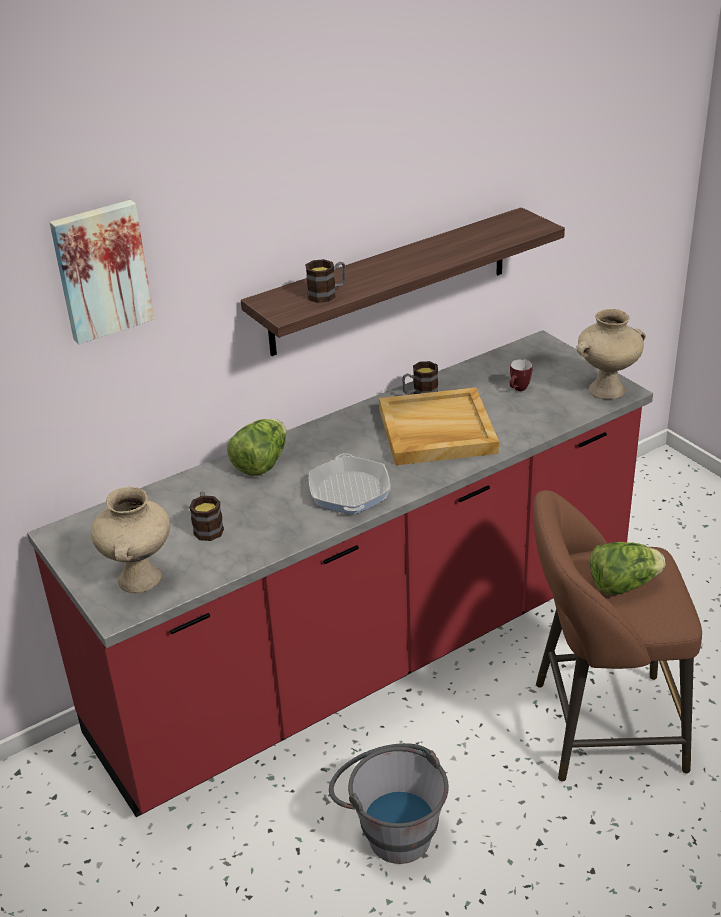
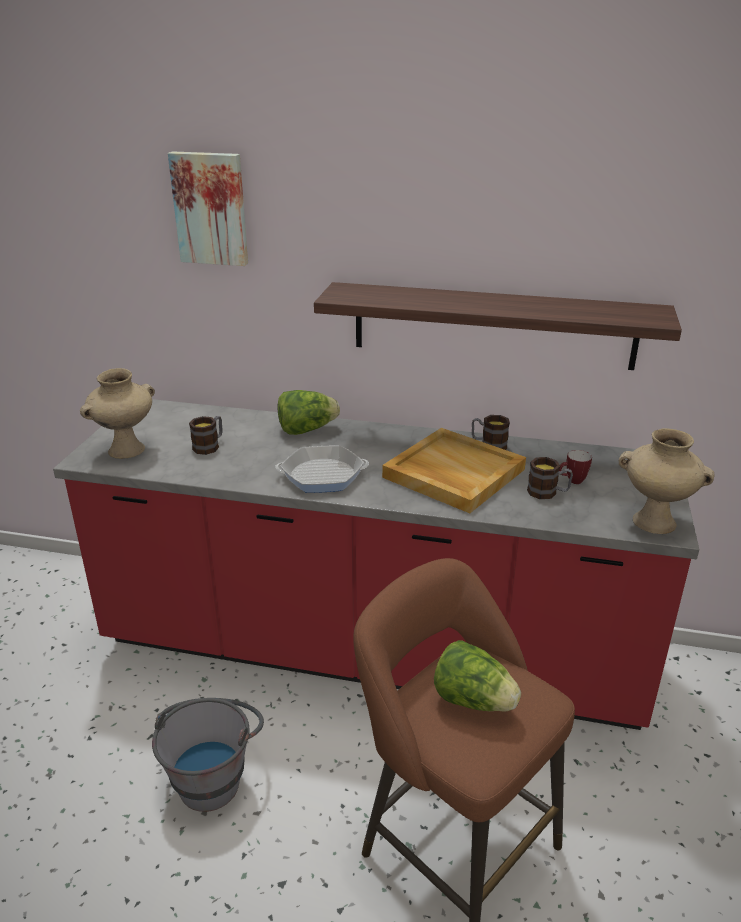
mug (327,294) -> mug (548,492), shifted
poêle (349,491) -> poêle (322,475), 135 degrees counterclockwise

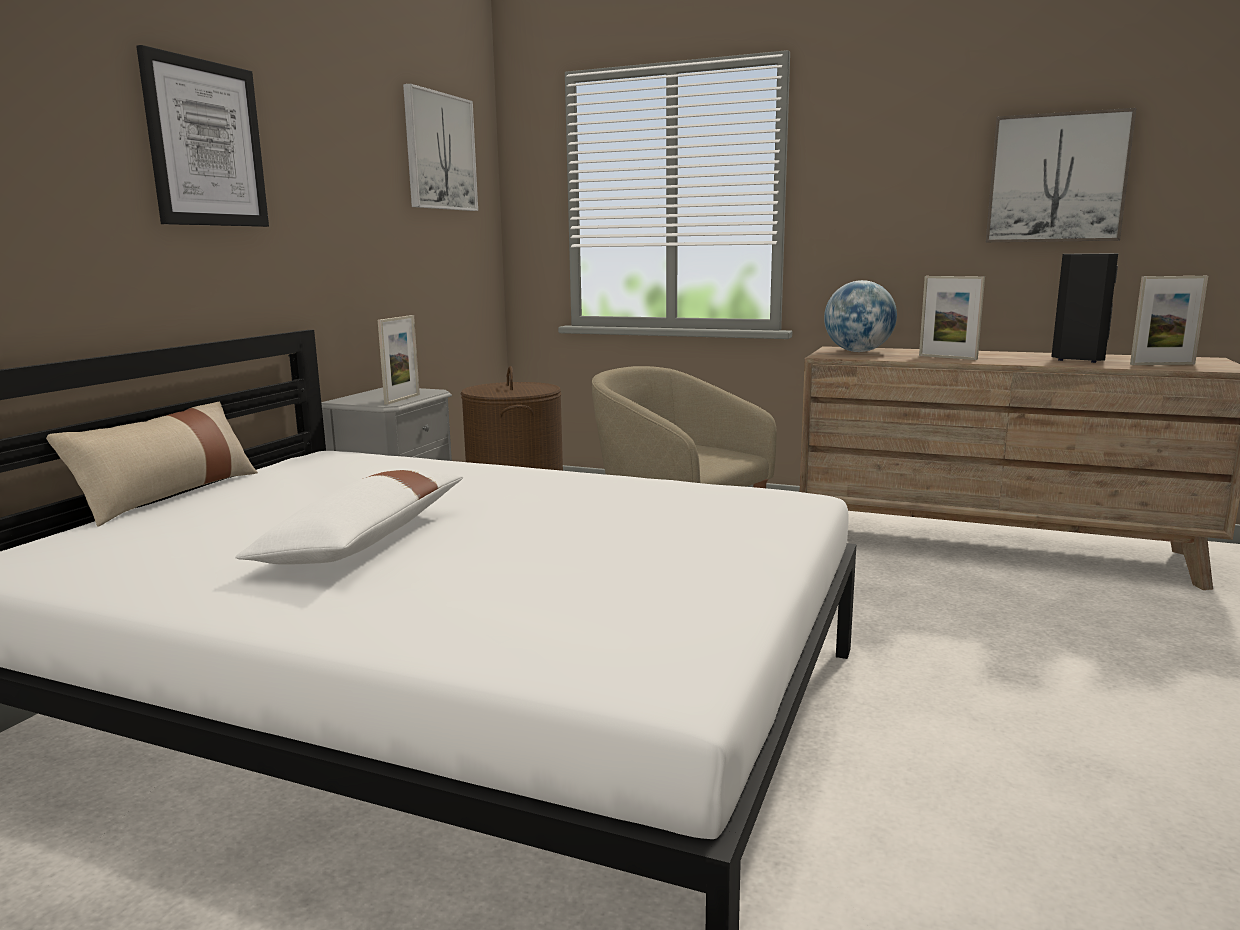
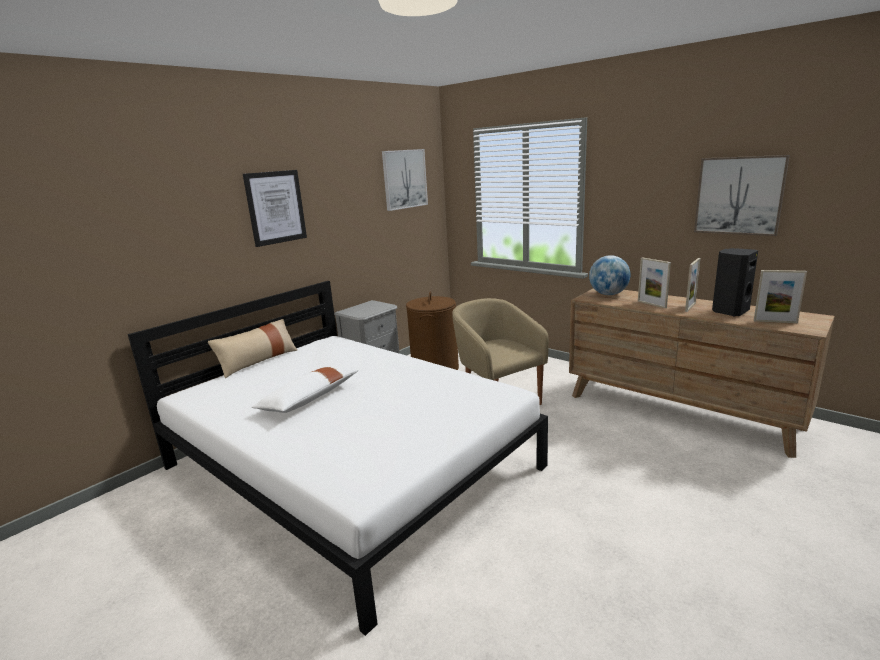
cadre photo (402,399) -> cadre photo (690,307), shifted

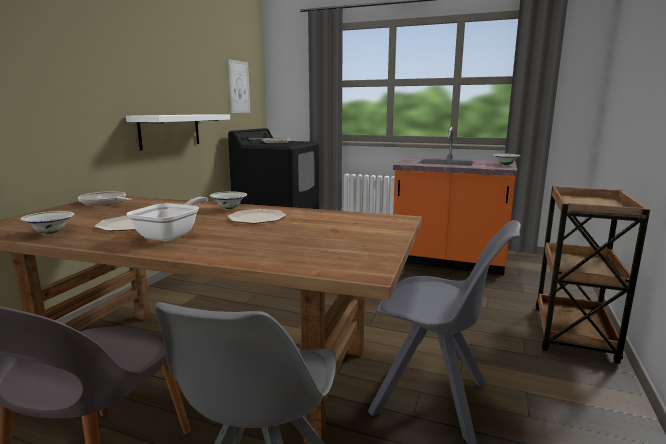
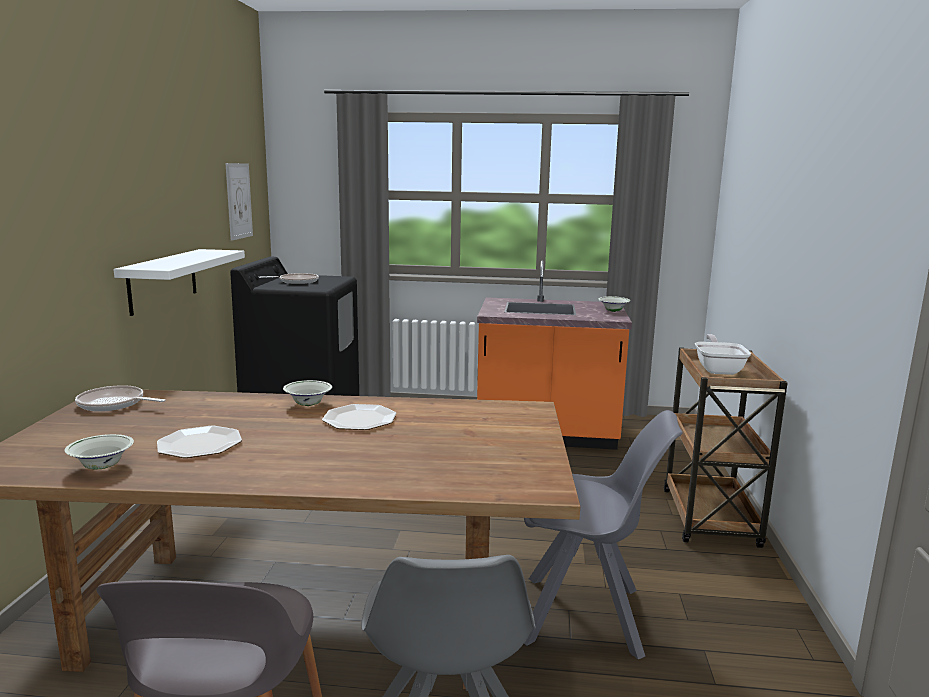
poêle (172,235) -> poêle (718,369), shifted

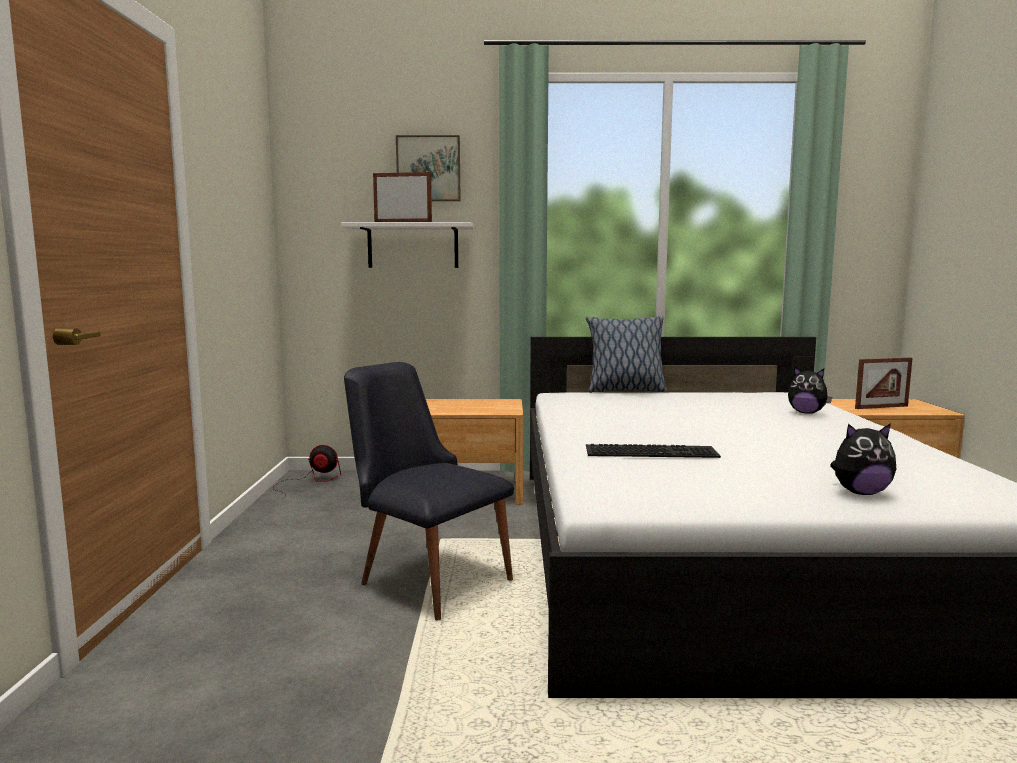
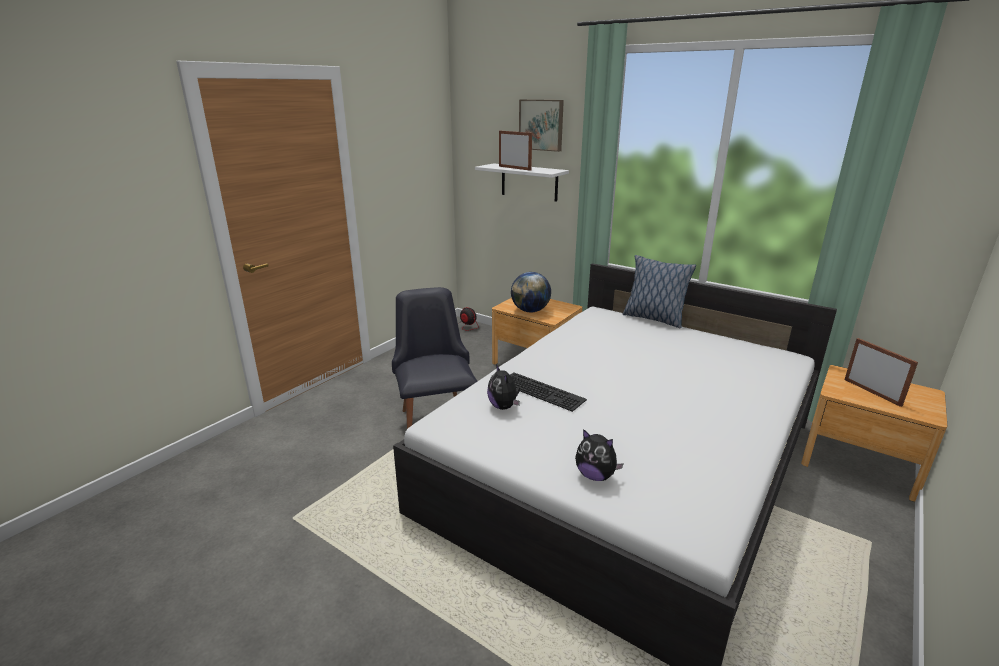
none -> globe (530,311)
peluche (806,413) -> peluche (504,406), shifted
cadre photo (881,407) -> cadre photo (872,392), 135 degrees counterclockwise

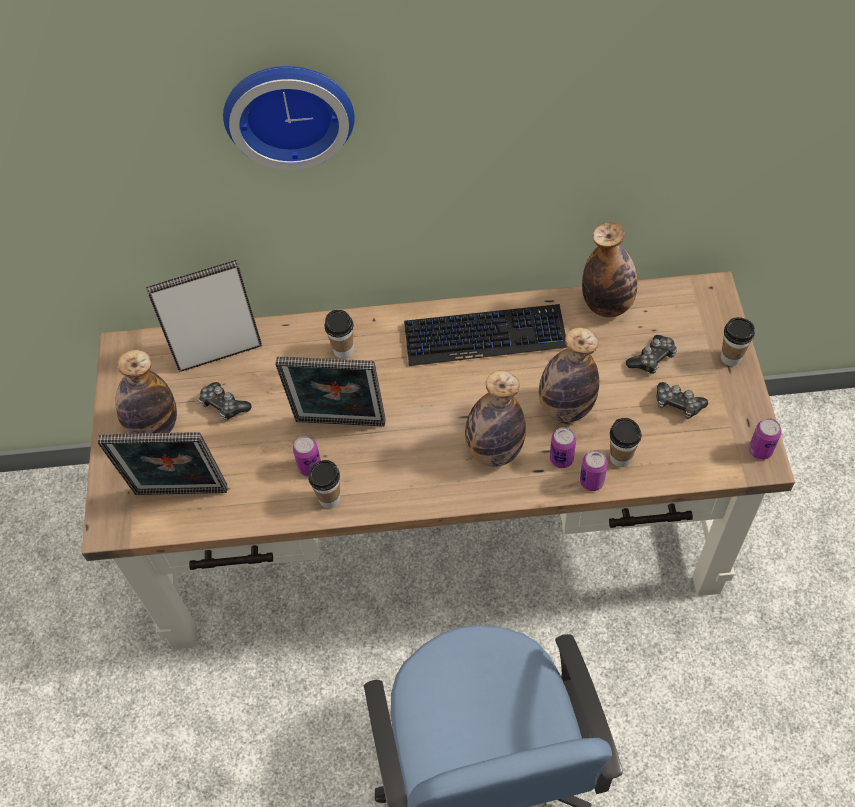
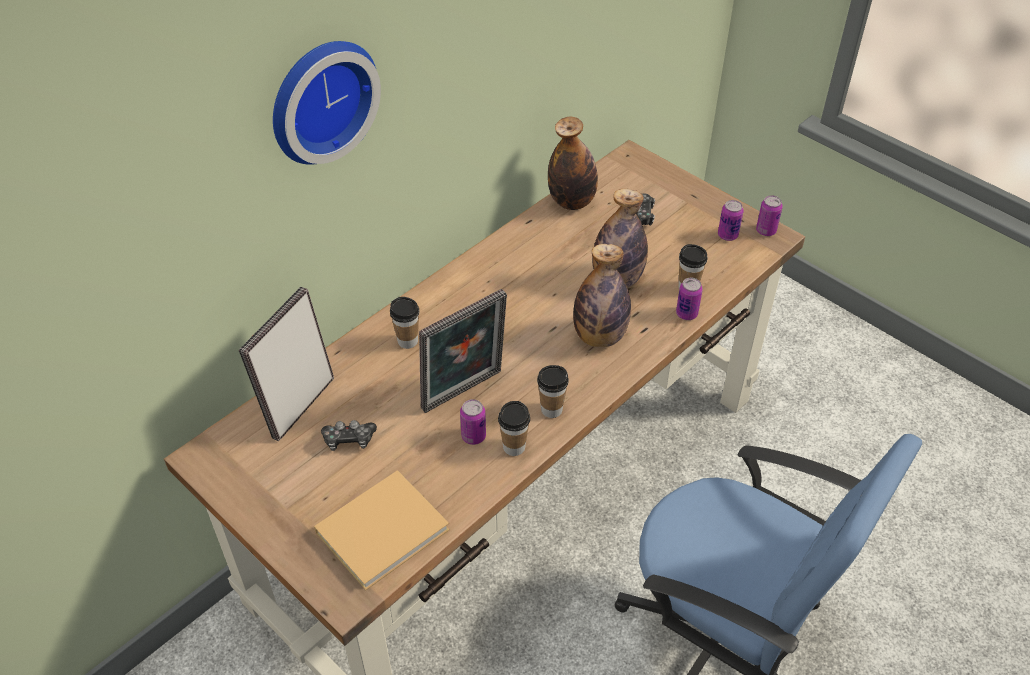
bouteille (154,427) -> none
clavier (485,336) -> none
manette (678,404) -> none
boîte métallique (561,459) -> boîte métallique (727,235), shifted
tasse (731,357) -> tasse (551,409), shifted
cadre photo (180,495) -> livre (beige) (385,529)

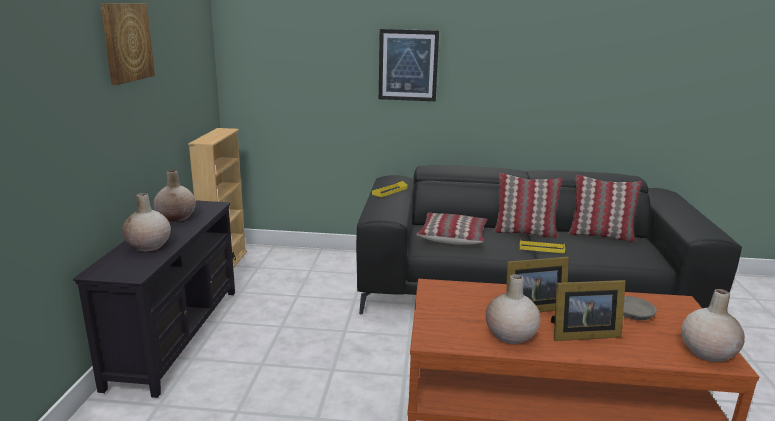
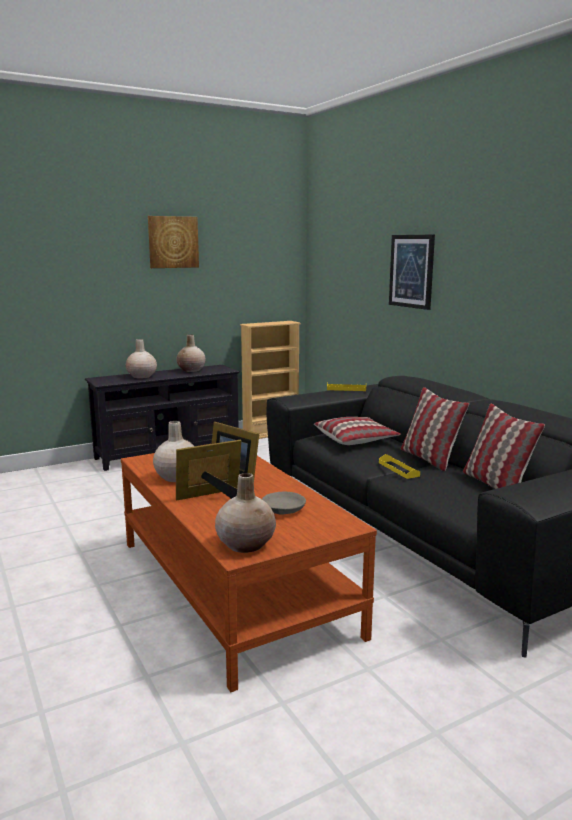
cadre photo (581,334) -> cadre photo (213,496), 105 degrees clockwise

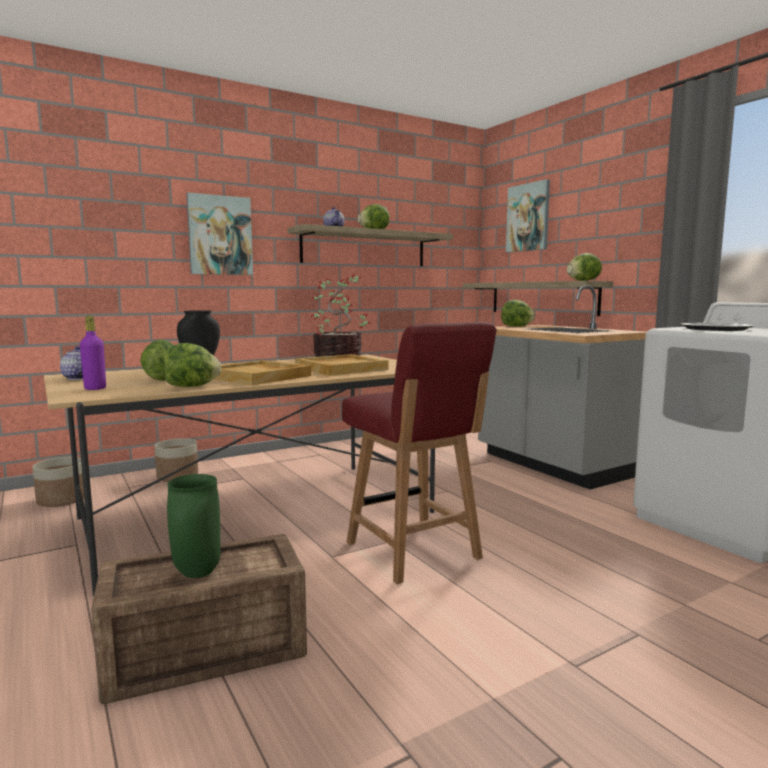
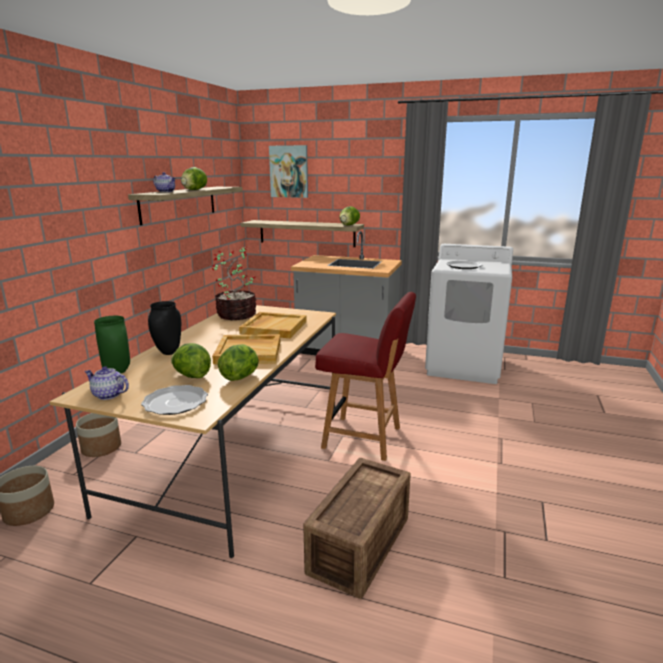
tableau (220,235) -> none
laitue (516,326) -> none
vase (vert) (198,573) -> vase (vert) (118,372), shifted
bouteille (violet) (95,388) -> assiette (175,402)

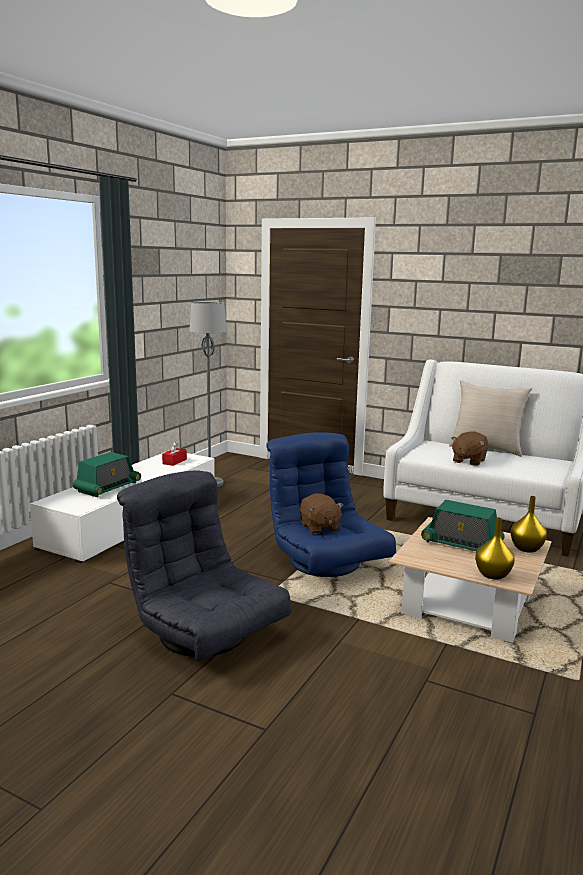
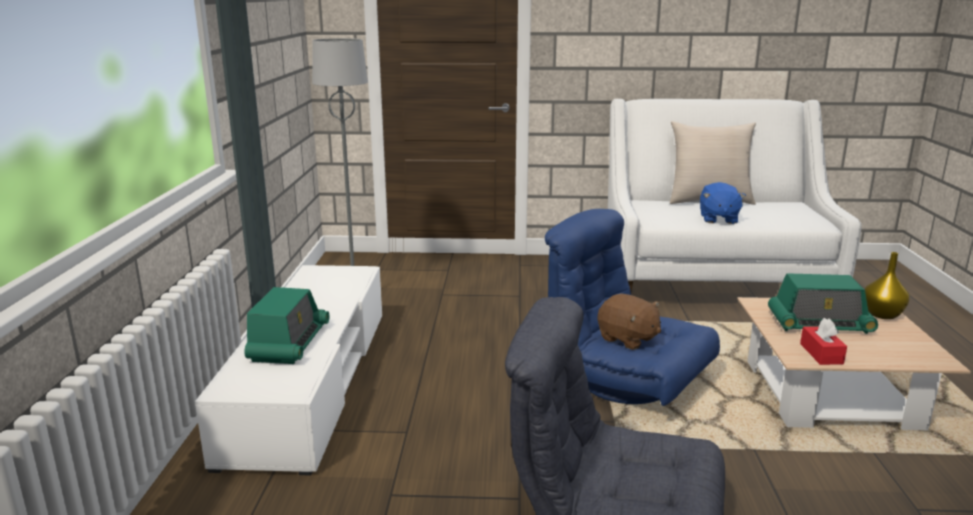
vase (jaune) (492,574) -> none
boîte à mouchoirs (rouge) (174,461) -> boîte à mouchoirs (rouge) (821,354), shifted
peluche (marron) (468,461) -> peluche (bleu) (718,219)

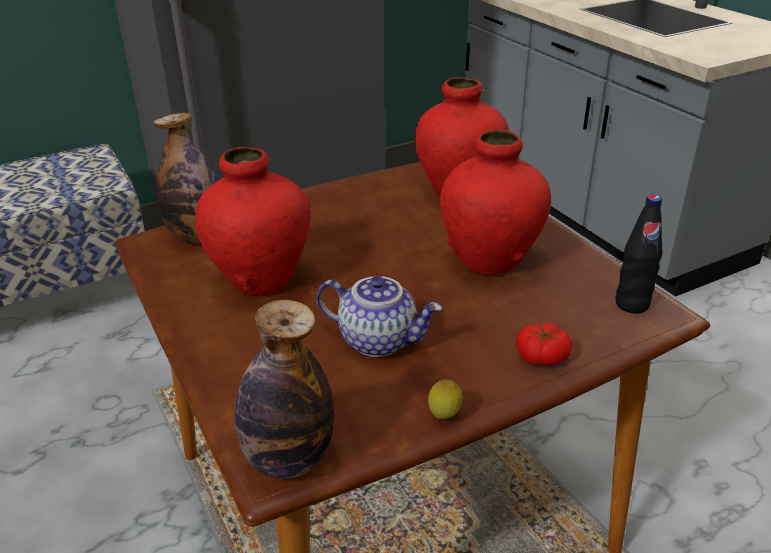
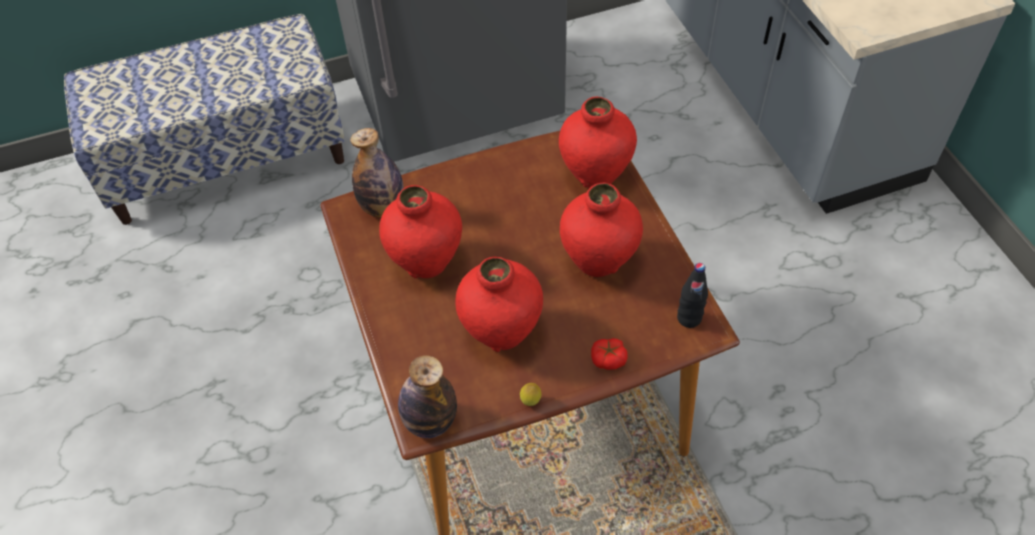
théière (379,340) -> vase (rouge) (501,331)

